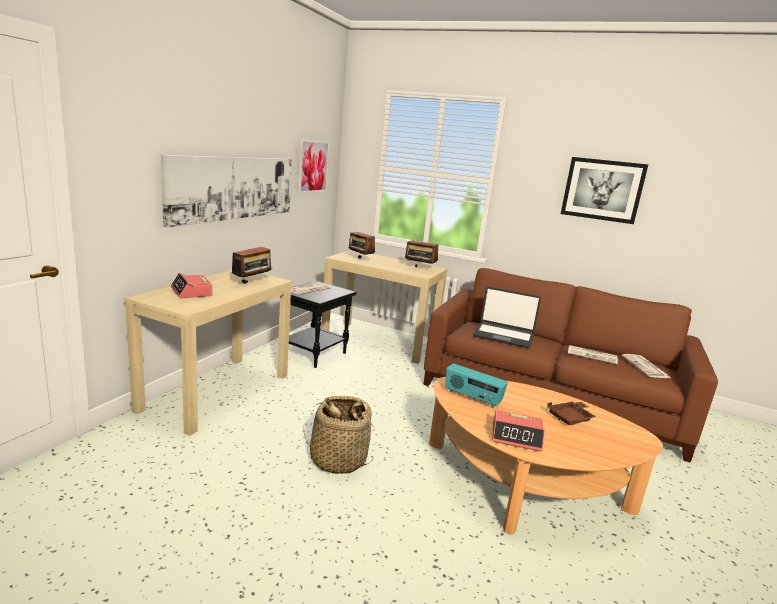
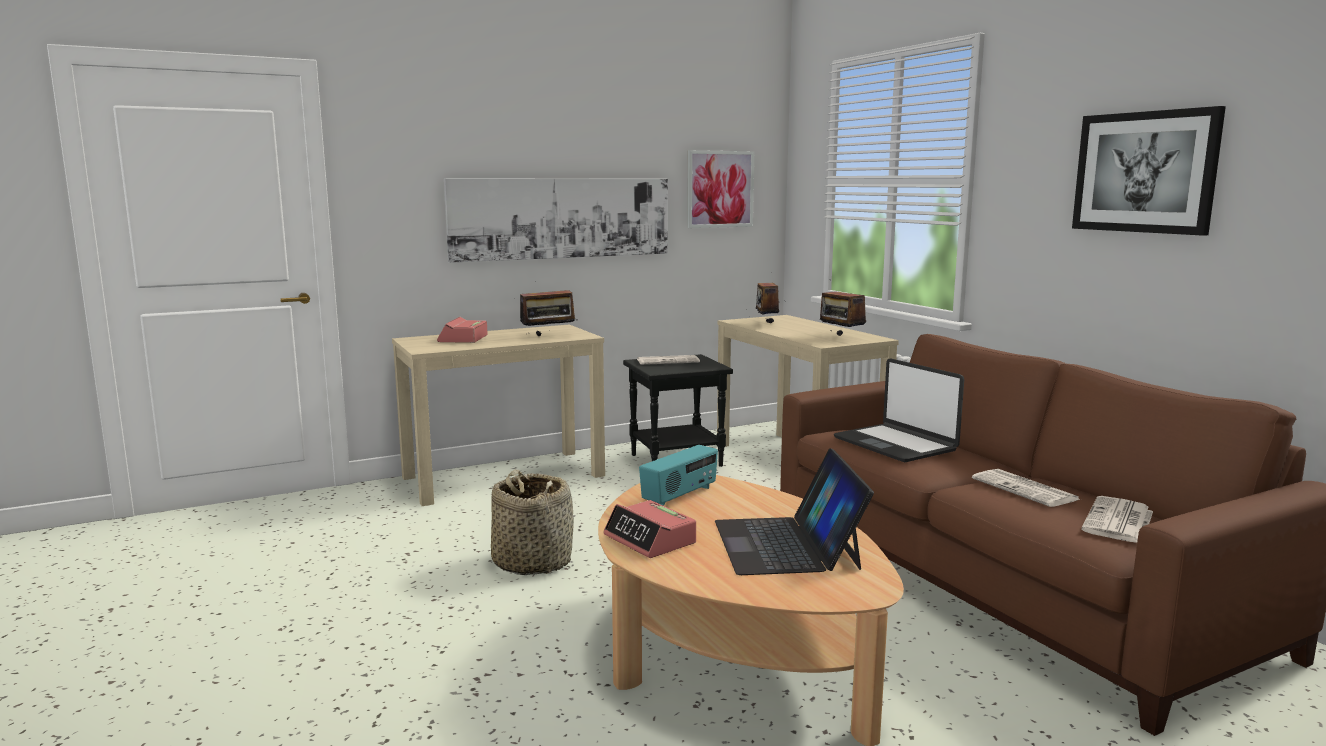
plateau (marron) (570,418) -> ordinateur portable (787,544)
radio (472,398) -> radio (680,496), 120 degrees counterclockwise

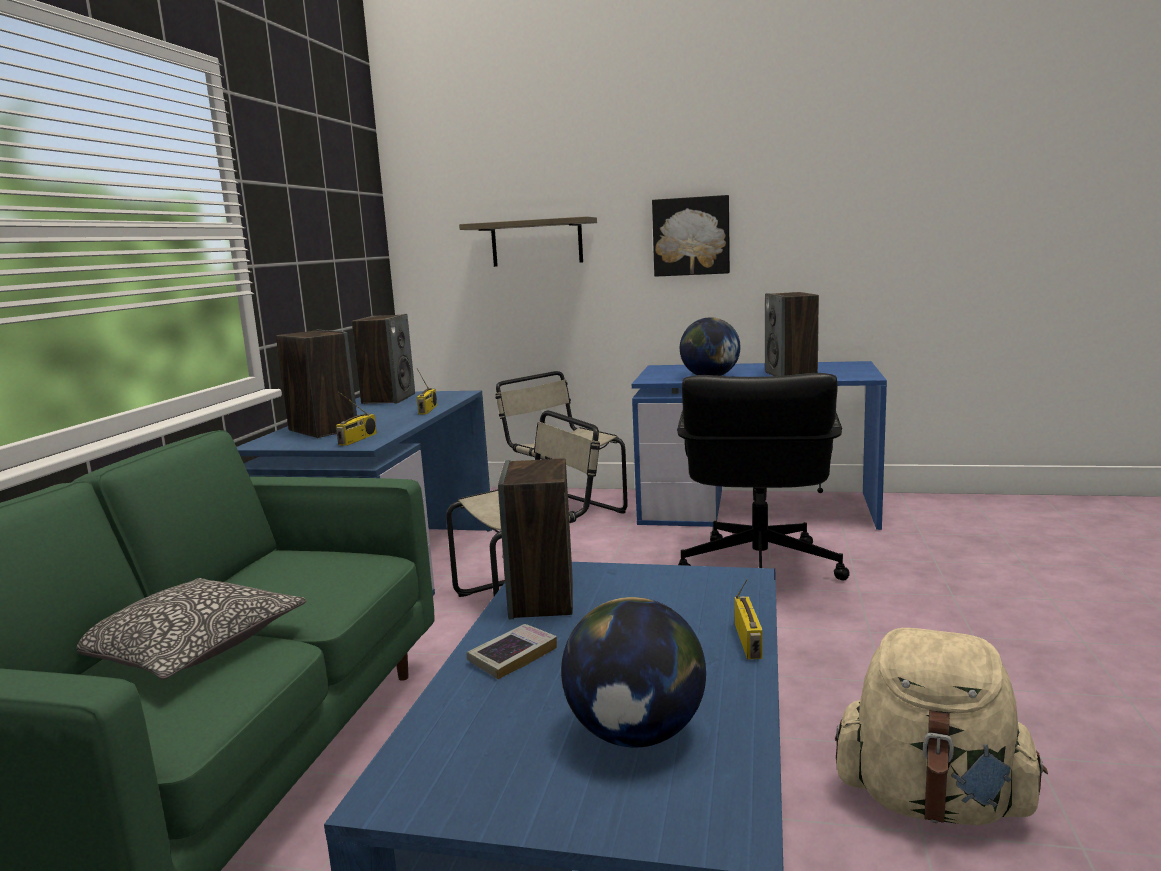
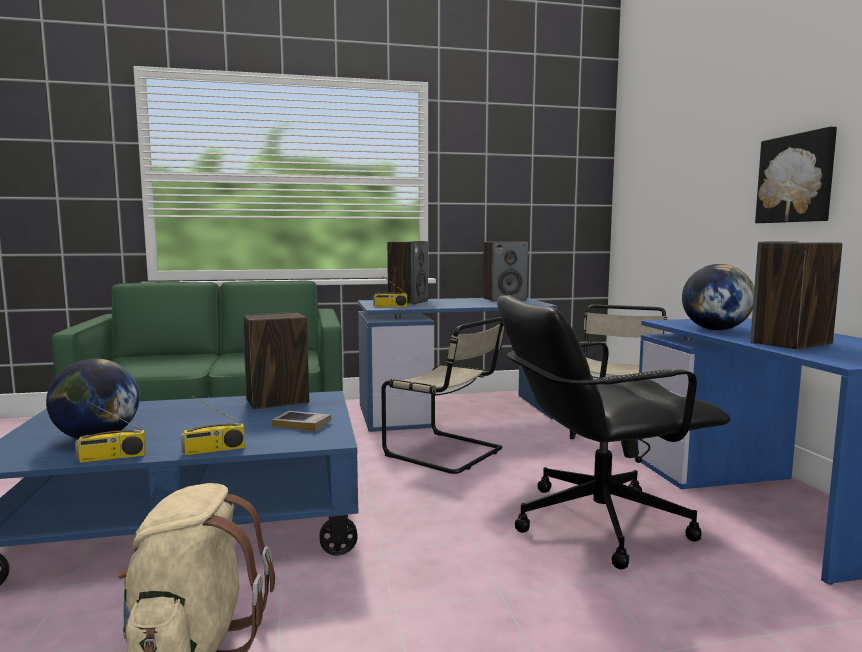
coussin (189,648) -> none
étagère (536,242) -> none
radio (428,410) -> radio (112,457), shifted
livre (512,656) -> livre (302,424), shifted

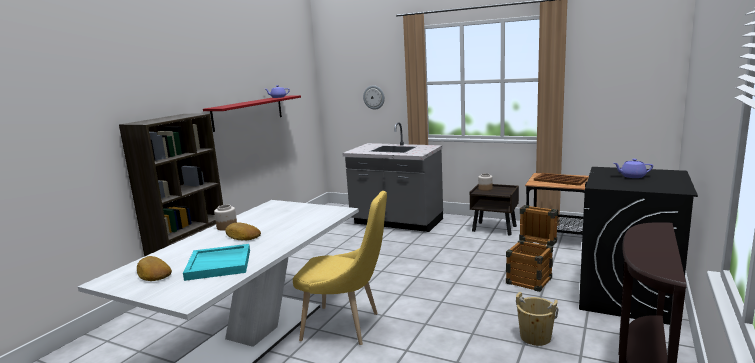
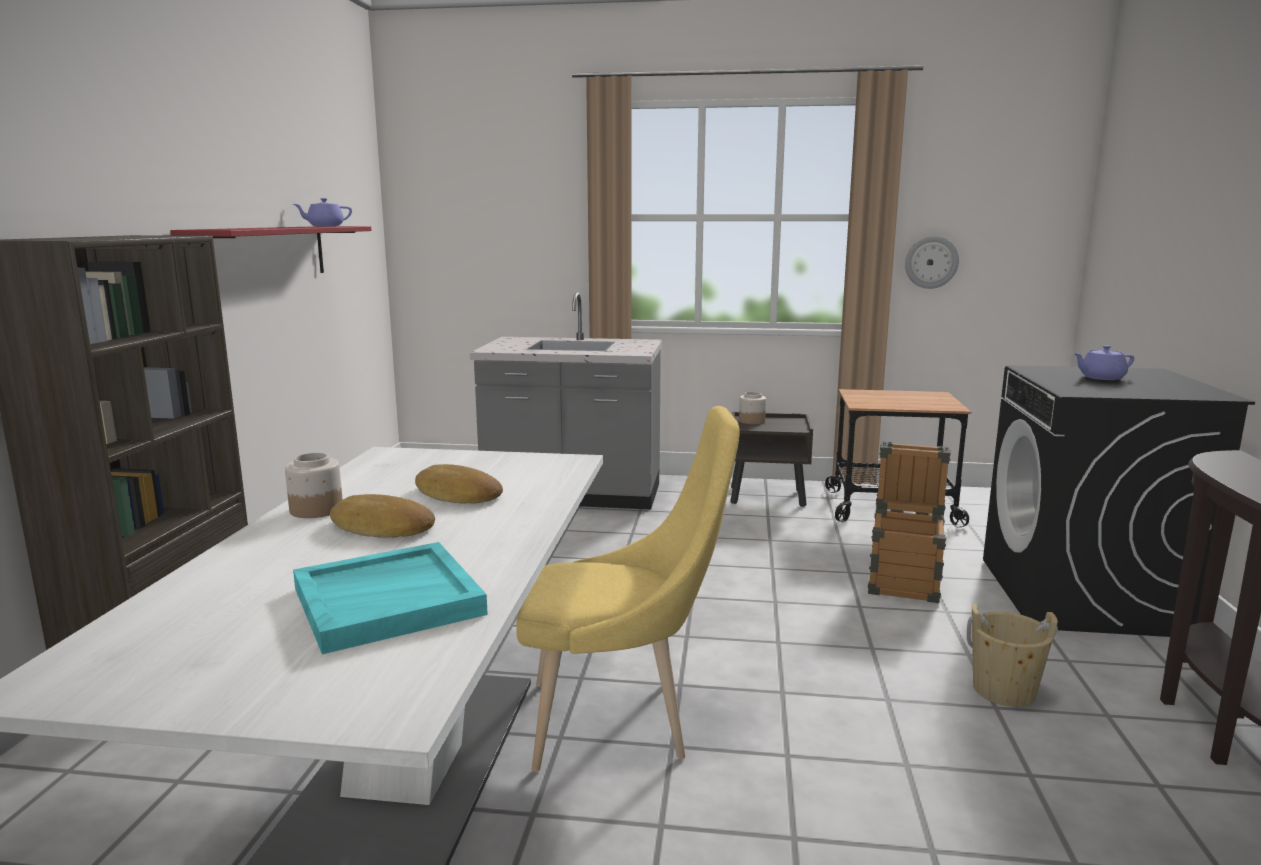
plateau (marron) (560,180) -> none
pain (153,273) -> pain (457,494), shifted
horloge murale (374,97) -> horloge murale (931,262), shifted

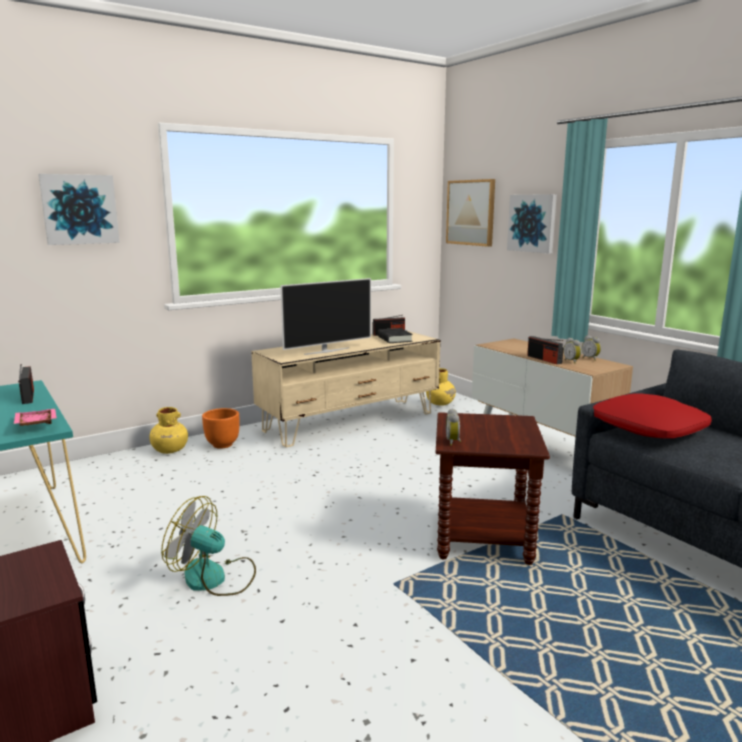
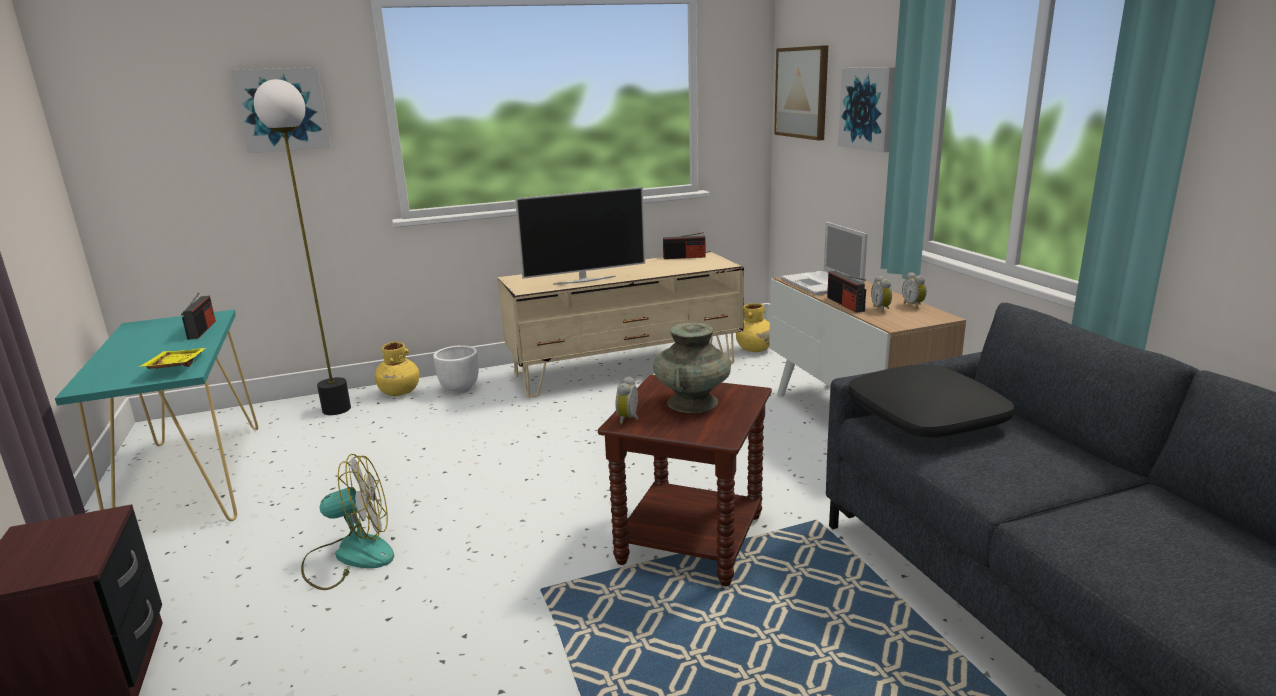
livre (noir) (394,339) -> none
none -> lampadaire (337,409)
none -> vase (turquoise) (692,403)
none -> ordinateur portable (822,284)
plateau (rose) (35,425) -> plateau (jaune) (175,367)
cache-pot (orange) (222,445) -> cache-pot (blanc) (459,389)
coussin (rouge) (649,428) -> coussin (noir) (926,417)
ventilateur (214,578) -> ventilateur (350,556), 135 degrees clockwise

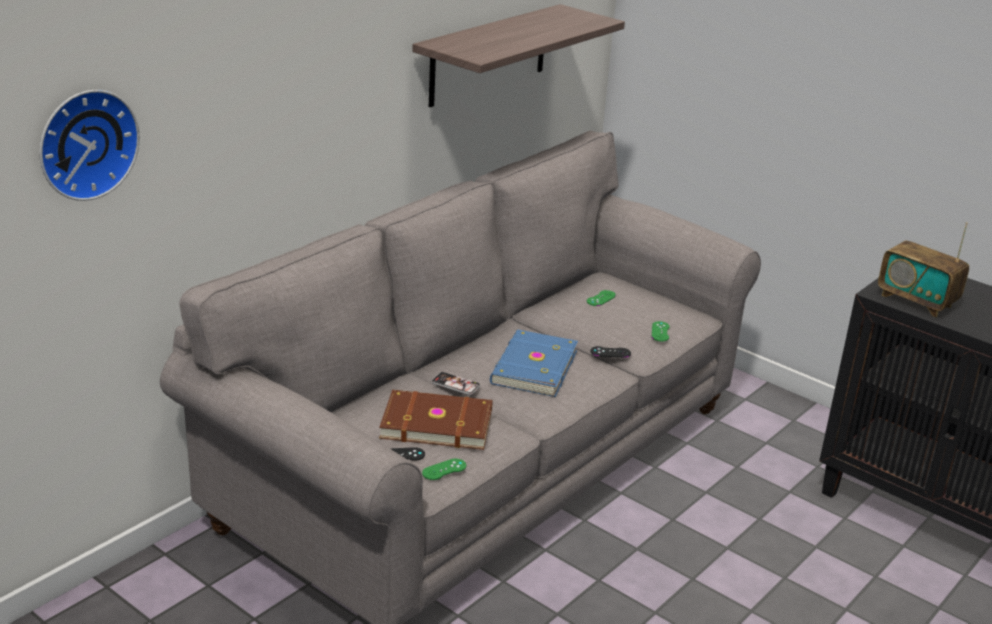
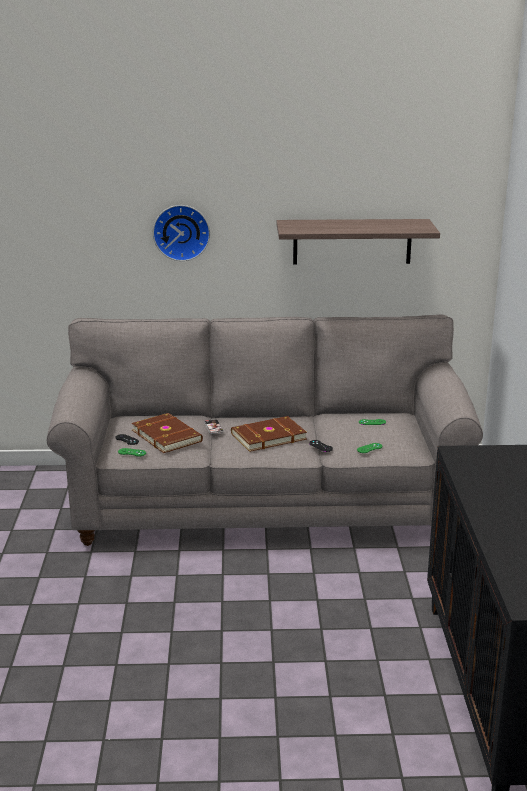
radio (916,301) -> none
horloge murale (85,143) -> horloge murale (181,232), shifted
livre (bleu) (532,367) -> livre (marron) (267,436)

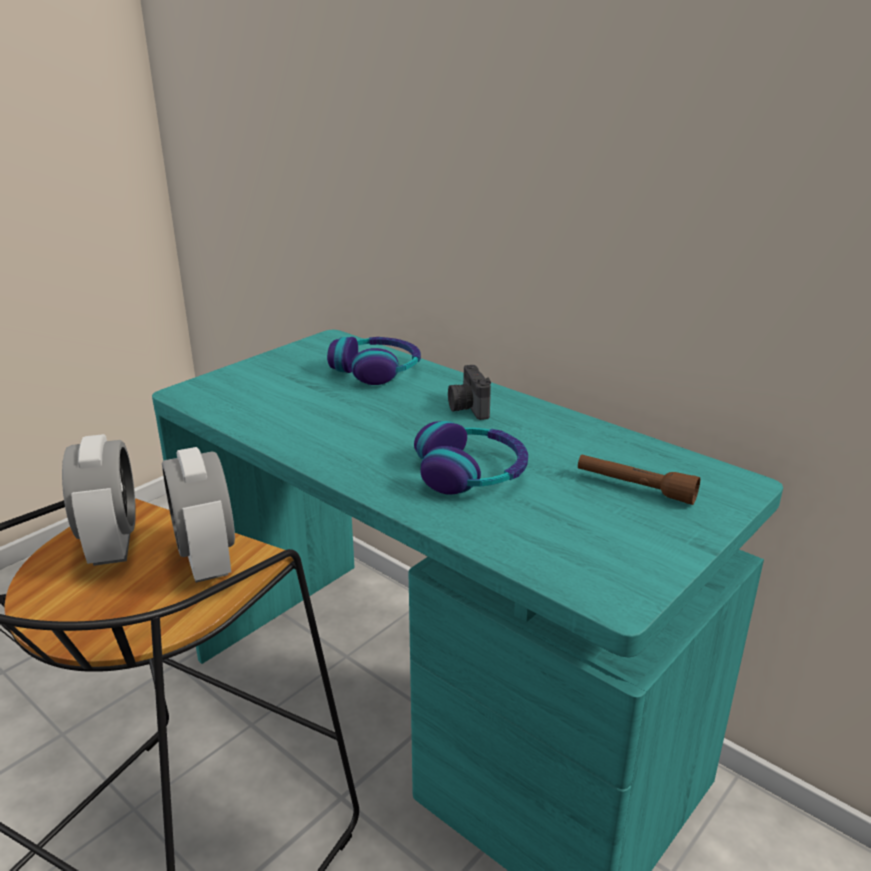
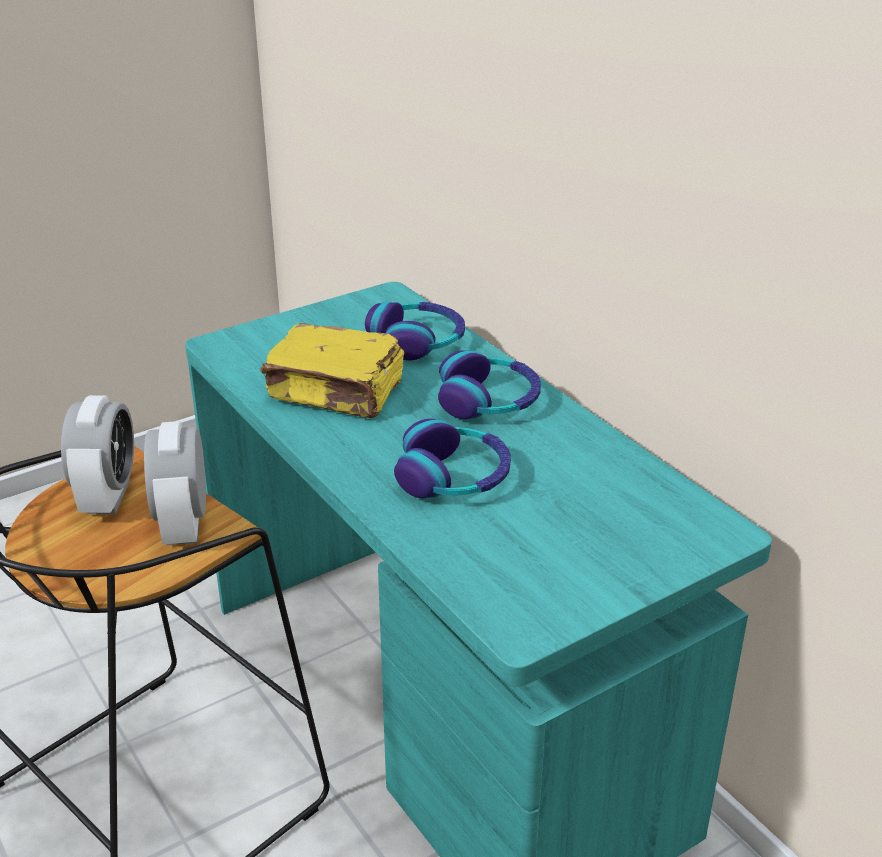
lampe de poche (marron) (635,487) -> none
none -> livre (jaune) (337,391)
appareil photo (467,408) -> casque audio (489,401)

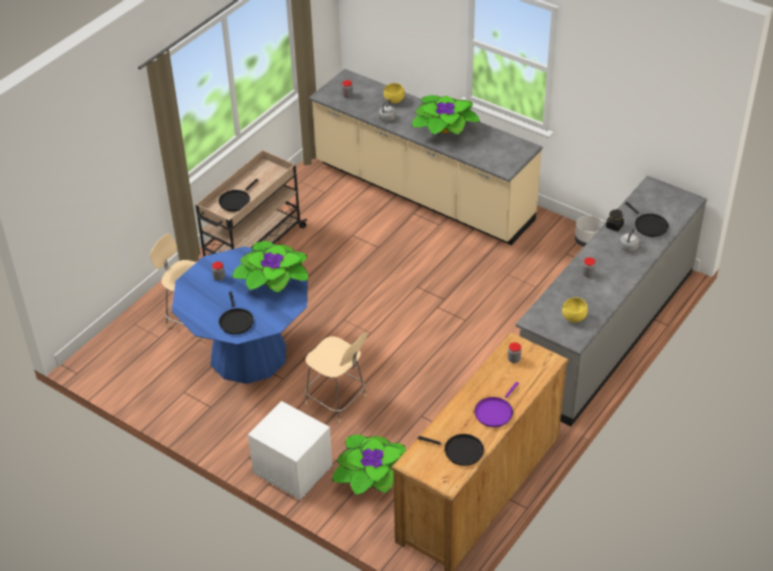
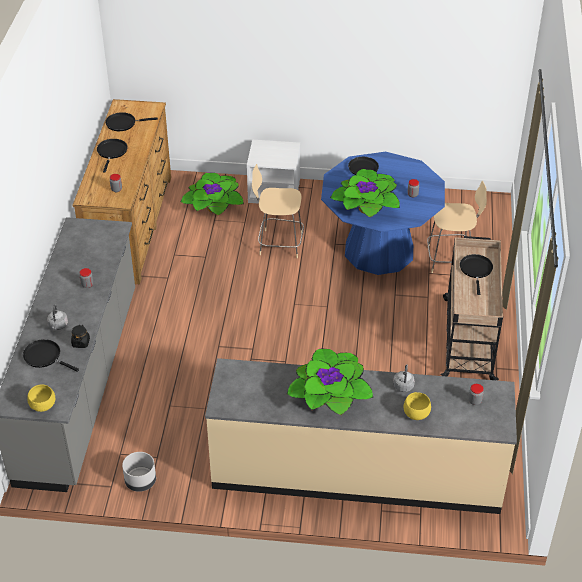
bol (jaune) (573,318) -> bol (jaune) (43,406), shifted
poêle (violet) (495,412) -> poêle (noir) (112,152)

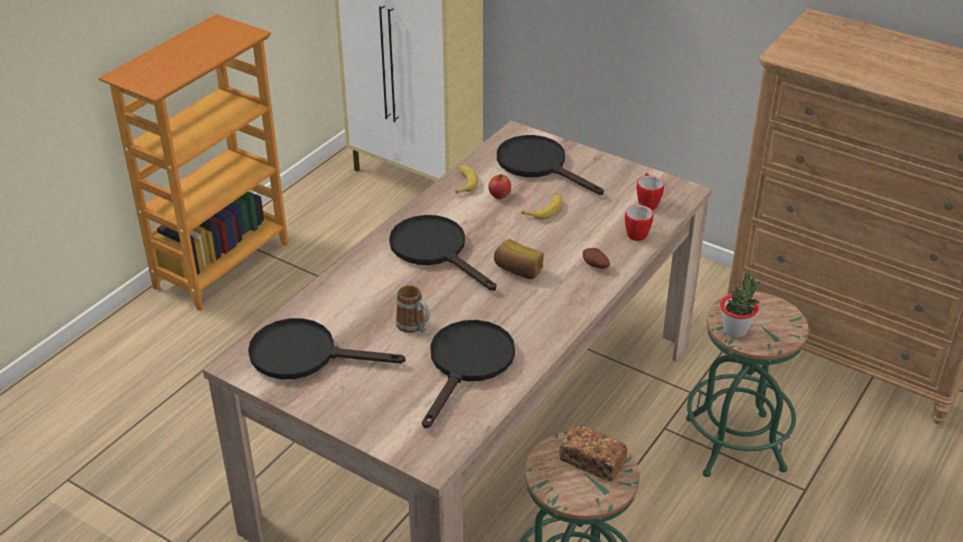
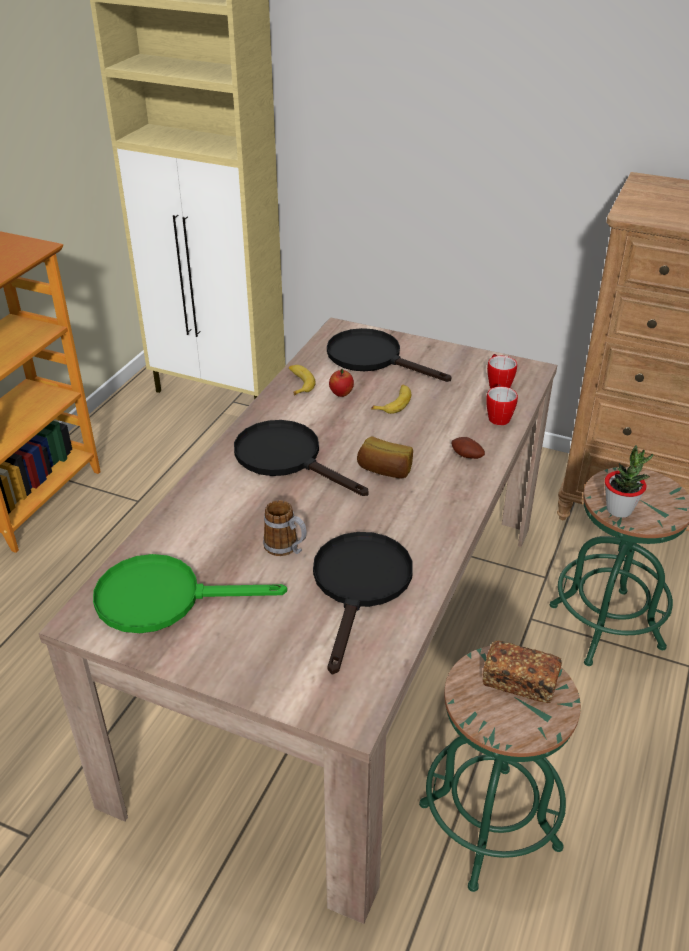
poêle (noir) (305,355) -> poêle (vert) (164,598)

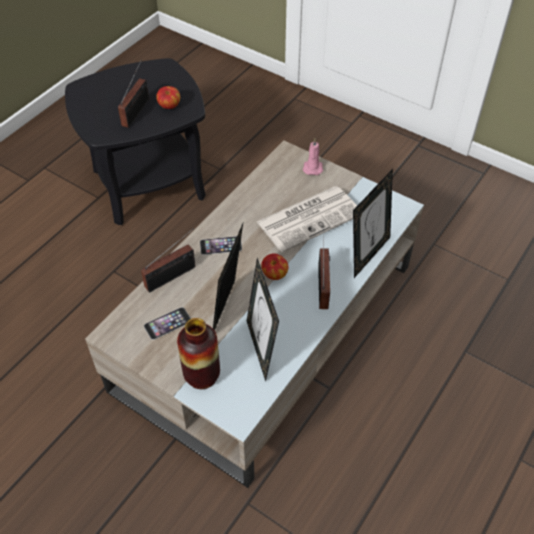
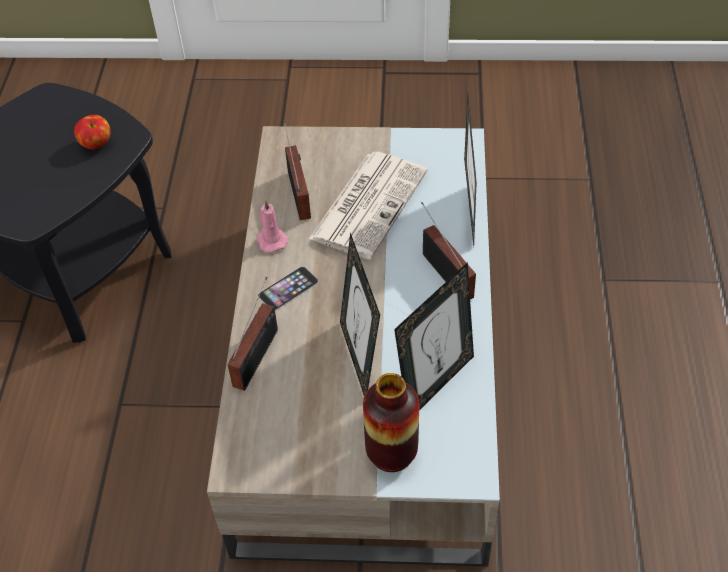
téléphone (167,323) -> none
pomme (274,275) -> none
radio (137,111) -> radio (299,192), shifted
bougie (rose) (313,167) -> bougie (rose) (271,239), shifted
cadre photo (261,348) -> cadre photo (435,383), 90 degrees counterclockwise

